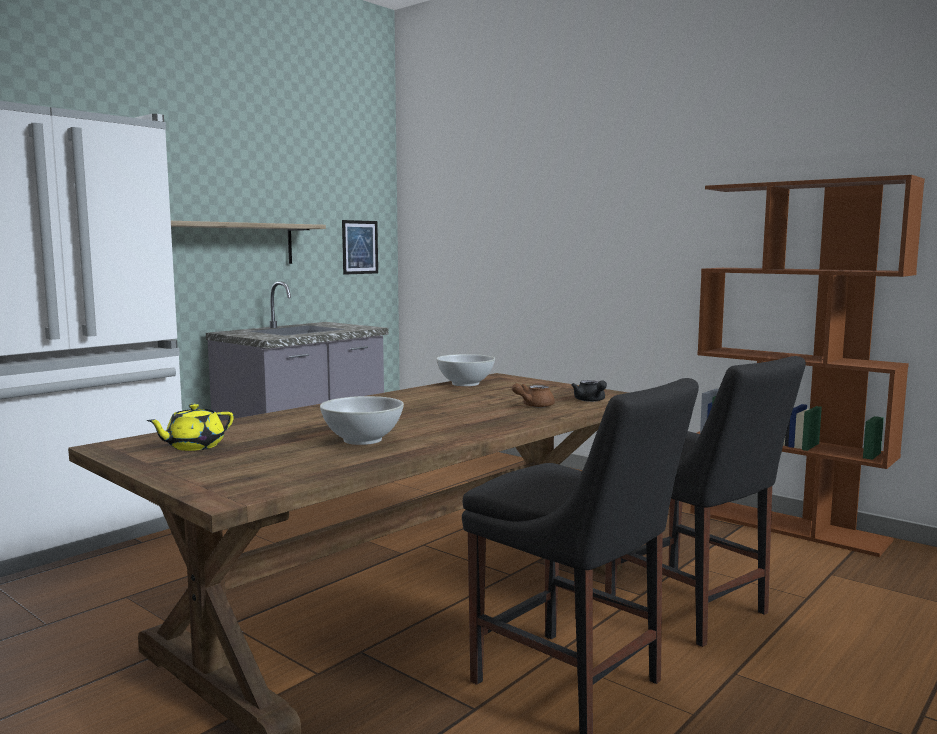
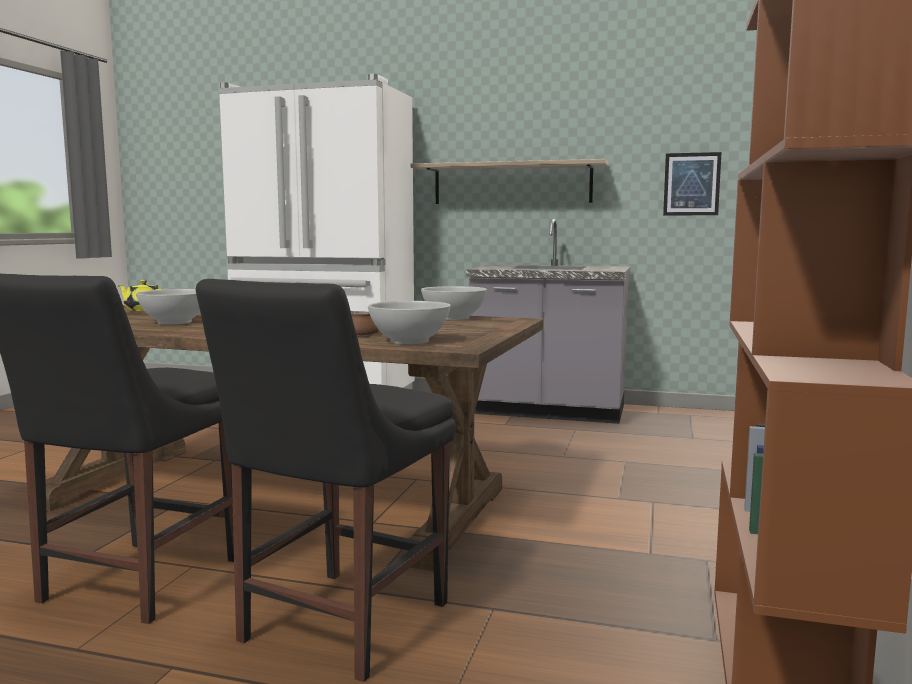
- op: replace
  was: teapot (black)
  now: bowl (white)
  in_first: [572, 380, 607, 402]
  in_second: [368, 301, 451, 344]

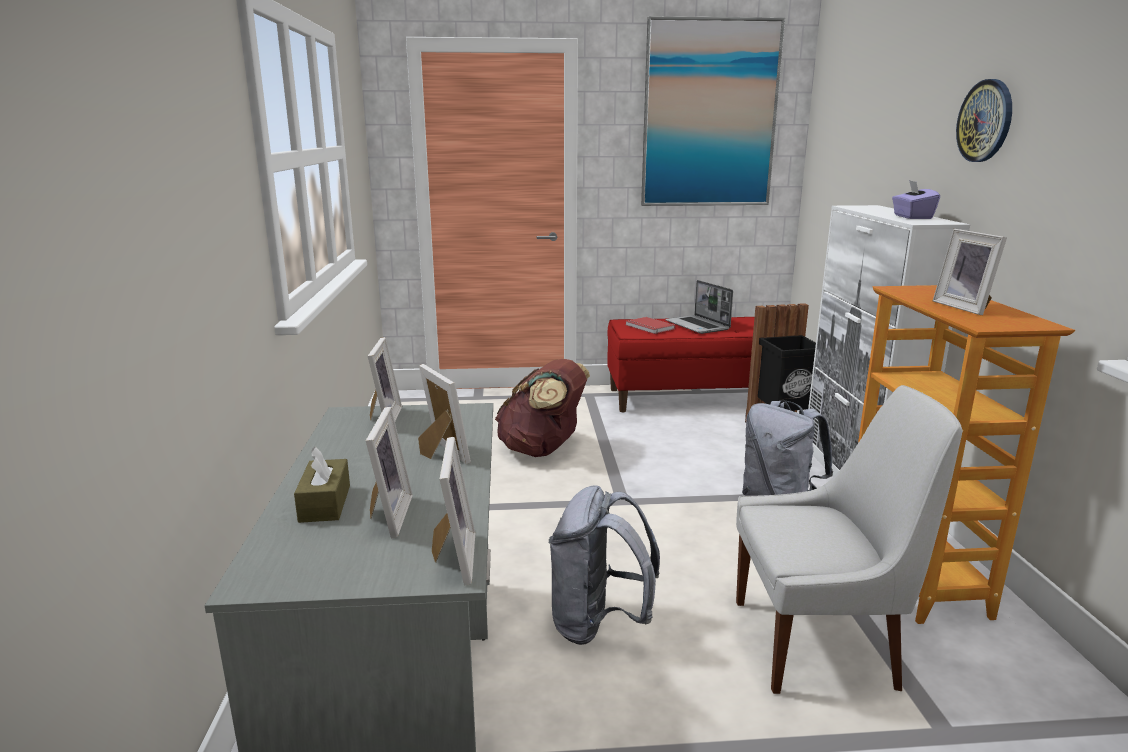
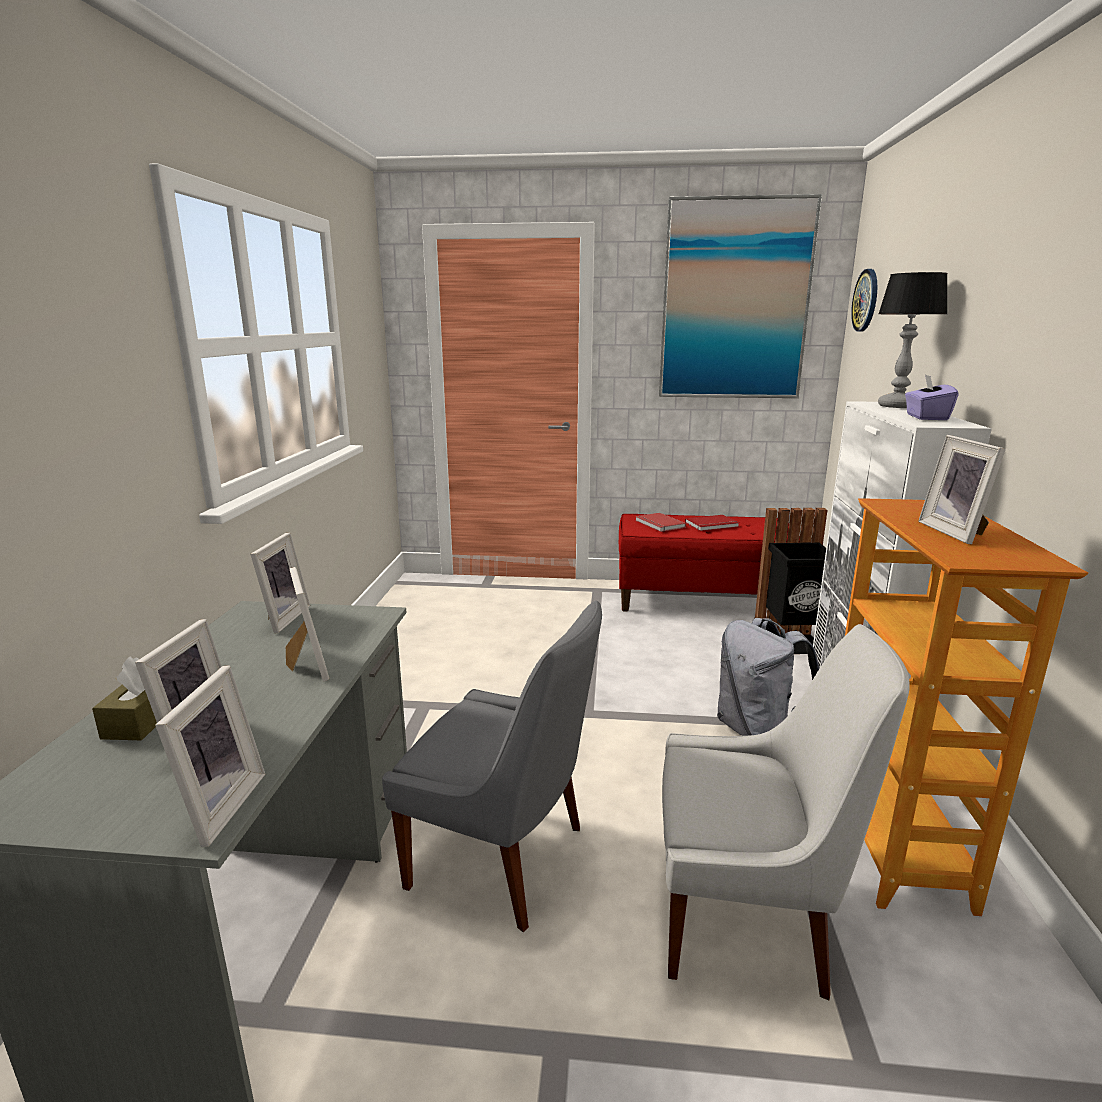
- op: replace
  was: backpack (grey)
  now: chair (grey)
  in_first: [549, 485, 660, 645]
  in_second: [382, 600, 602, 932]
- op: replace
  was: laptop
  now: book (red)
  in_first: [665, 280, 733, 334]
  in_second: [685, 515, 739, 531]
- op: move
  was: wall clock
  in_first: [956, 79, 1012, 162]
  in_second: [851, 269, 877, 331]
- op: insert
  now: table lamp
  in_second: [878, 272, 948, 408]
- op: delete
  was: backpack (brown)
  in_first: [495, 359, 590, 457]

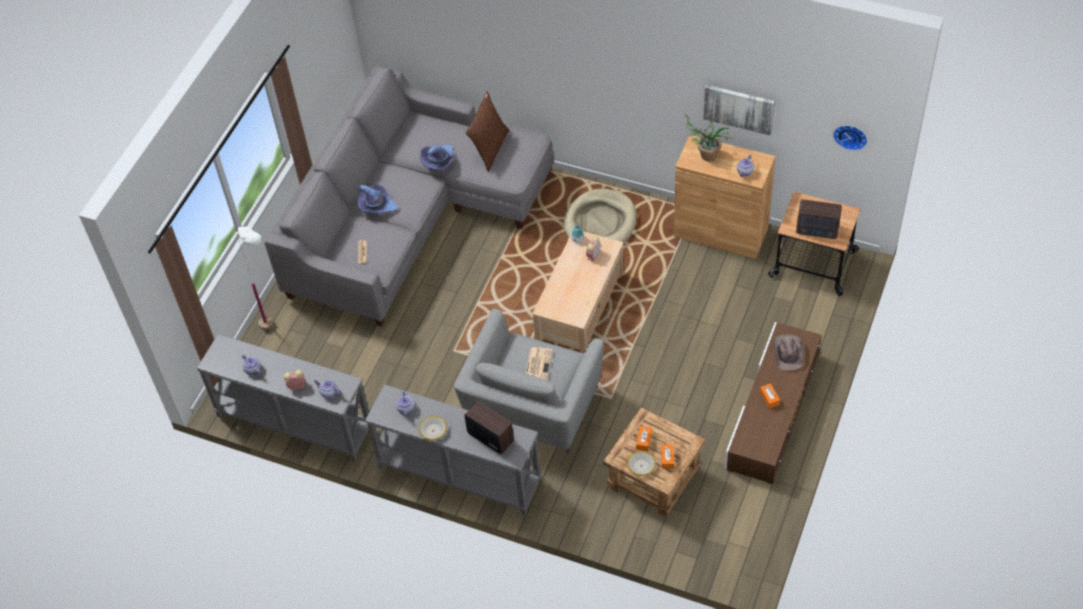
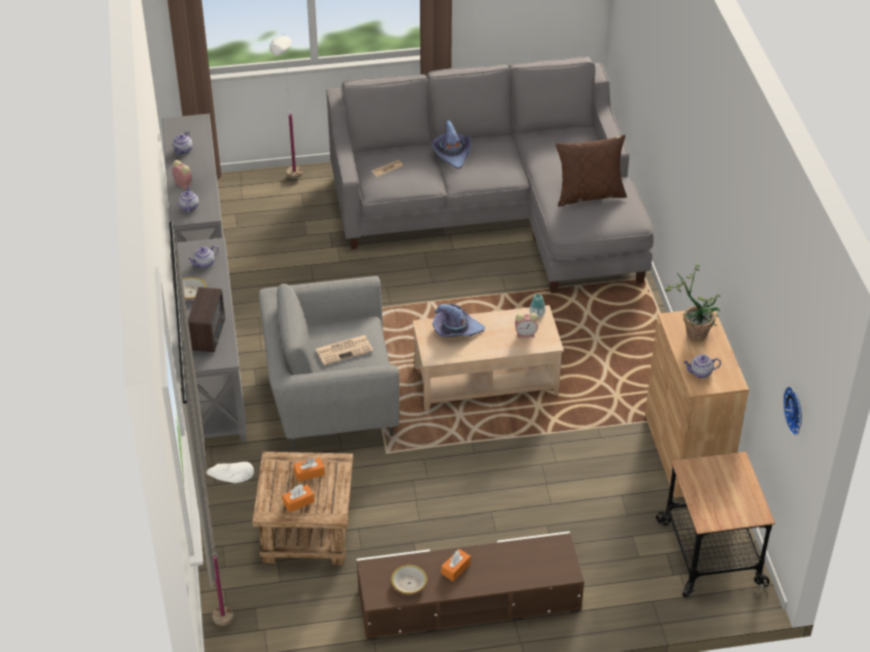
- op: insert
  now: floor lamp (white)
  in_second: [204, 462, 254, 626]
- op: move
  was: bowl
  in_first: [627, 451, 656, 476]
  in_second: [391, 565, 427, 594]
- op: move
  was: hat (purple)
  in_first: [420, 144, 454, 170]
  in_second: [433, 304, 485, 337]
- op: delete
  was: dog bed (beige)
  in_first: [564, 189, 637, 242]
- op: delete
  was: picture
  in_first: [703, 85, 775, 136]
- op: delete
  was: hat (brown)
  in_first: [773, 334, 803, 371]
- op: delete
  was: radio
  in_first: [796, 200, 842, 239]

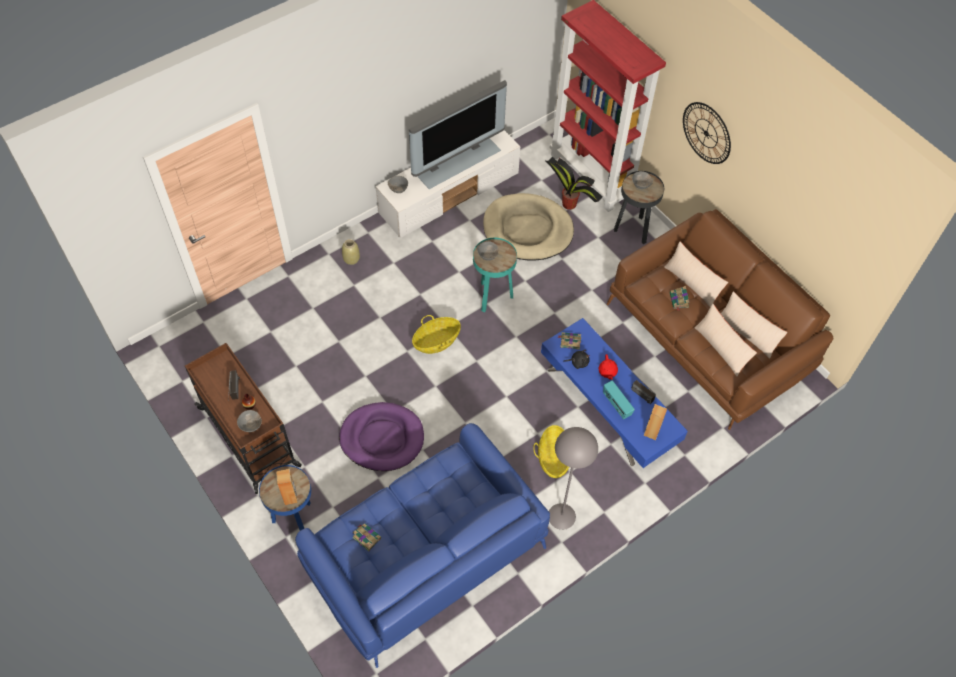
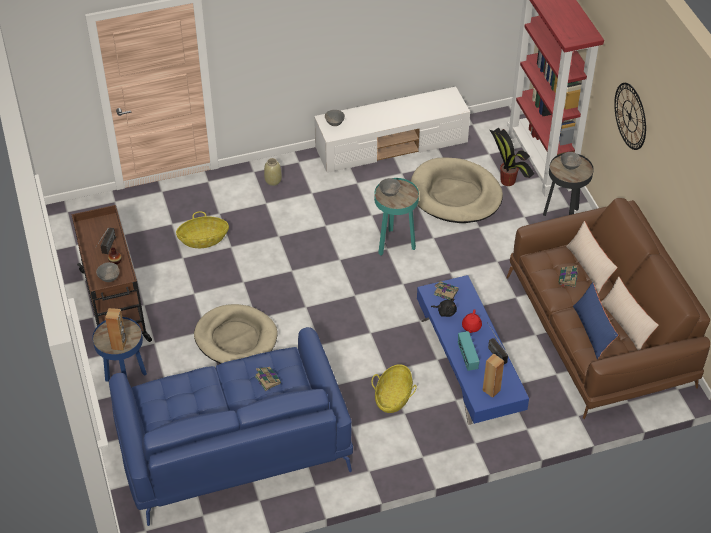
- op: move
  was: basket
  in_first: [412, 315, 461, 354]
  in_second: [176, 211, 229, 248]
- op: recolor
  was: dog bed (purple)
  now: dog bed (beige)
  in_first: [339, 402, 424, 471]
  in_second: [194, 304, 277, 364]
- op: move
  was: book
  in_first: [353, 523, 381, 552]
  in_second: [255, 367, 281, 391]
- op: recolor
  was: pillow (beige)
  now: pillow (blue)
  in_first: [694, 304, 757, 376]
  in_second: [573, 282, 618, 359]
- op: delete
  was: television
  in_first: [409, 80, 507, 189]
- op: delete
  was: floor lamp (grey)
  in_first: [549, 427, 598, 530]

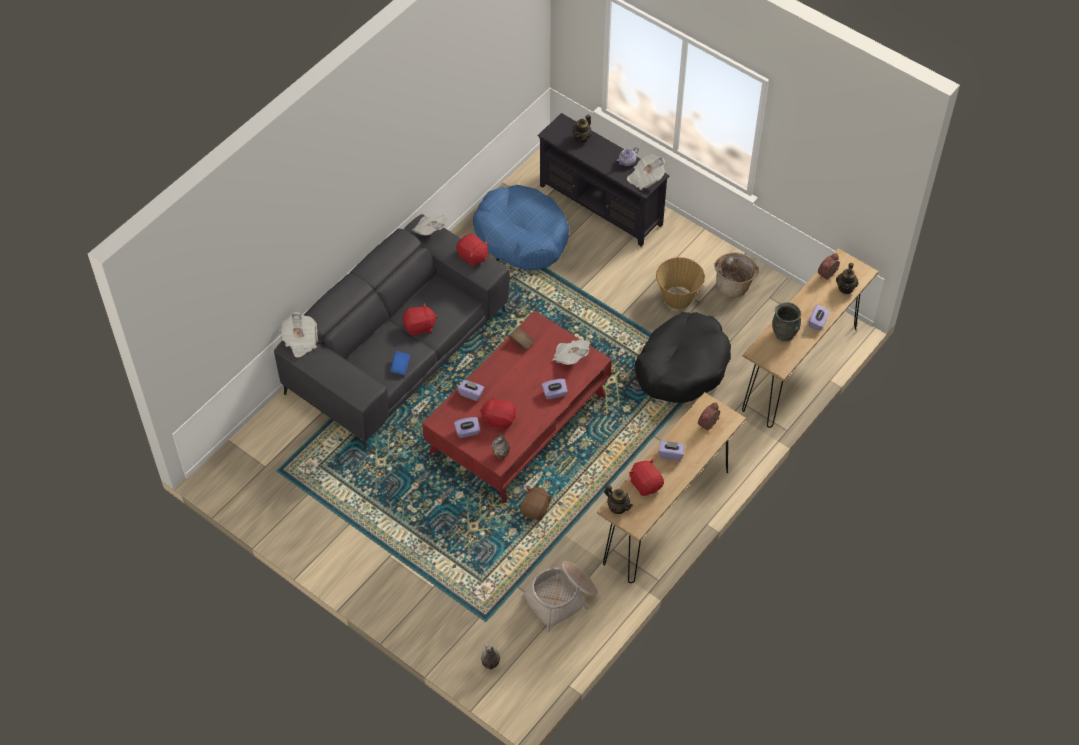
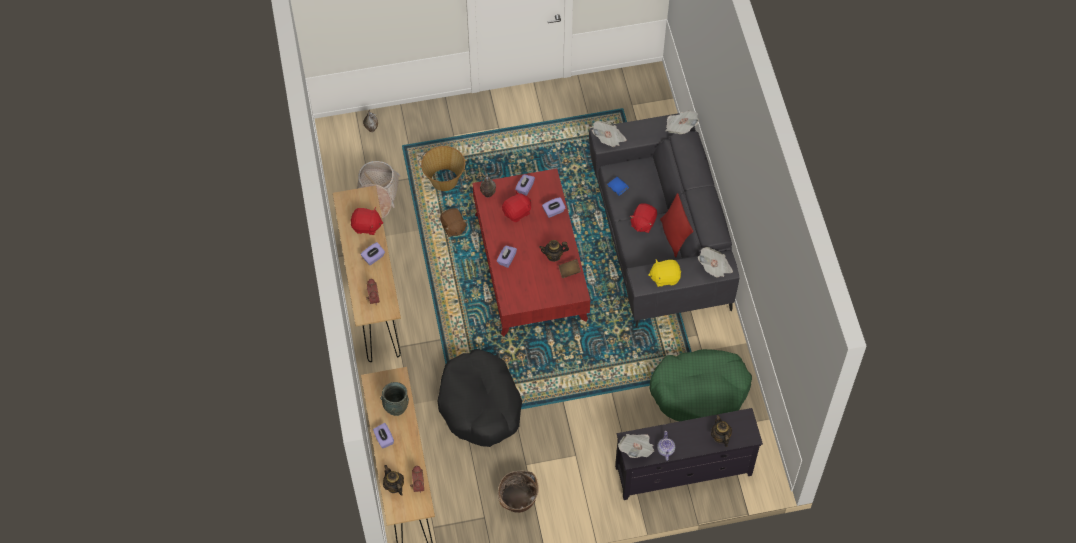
- op: move
  was: basket
  in_first: [656, 257, 705, 309]
  in_second: [421, 146, 465, 191]
- op: move
  was: teapot
  in_first: [604, 485, 633, 514]
  in_second: [539, 240, 569, 262]
- op: move
  was: newspaper
  in_first: [553, 339, 590, 365]
  in_second: [592, 121, 626, 147]
- op: recolor
  was: plush toy (red)
  now: plush toy (yellow)
  in_first: [456, 234, 488, 267]
  in_second: [648, 259, 681, 287]
- op: recolor
  was: dog bed (blue)
  now: dog bed (green)
  in_first: [473, 185, 569, 270]
  in_second: [650, 349, 752, 421]
- op: insert
  now: pillow (red)
  in_second: [660, 193, 693, 257]

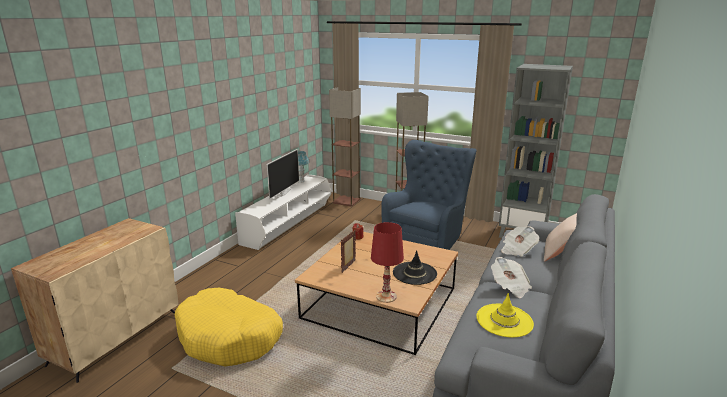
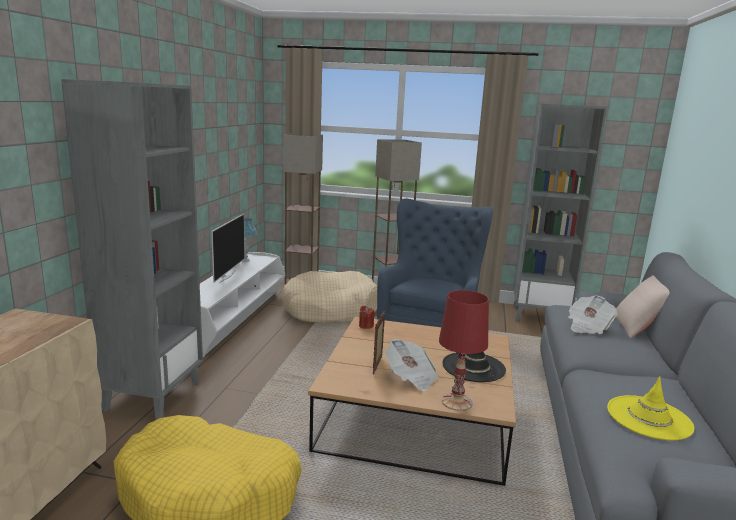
- op: insert
  now: bookcase (grey)
  in_second: [61, 79, 203, 420]
- op: insert
  now: dog bed (beige)
  in_second: [282, 271, 377, 324]
- op: move
  was: newspaper
  in_first: [491, 257, 532, 298]
  in_second: [385, 339, 439, 392]

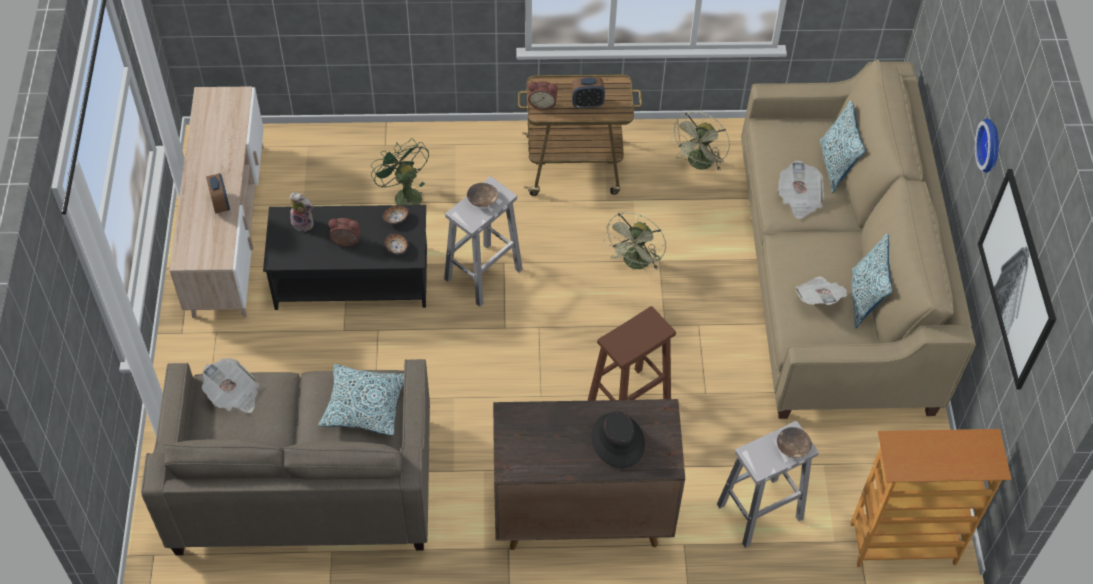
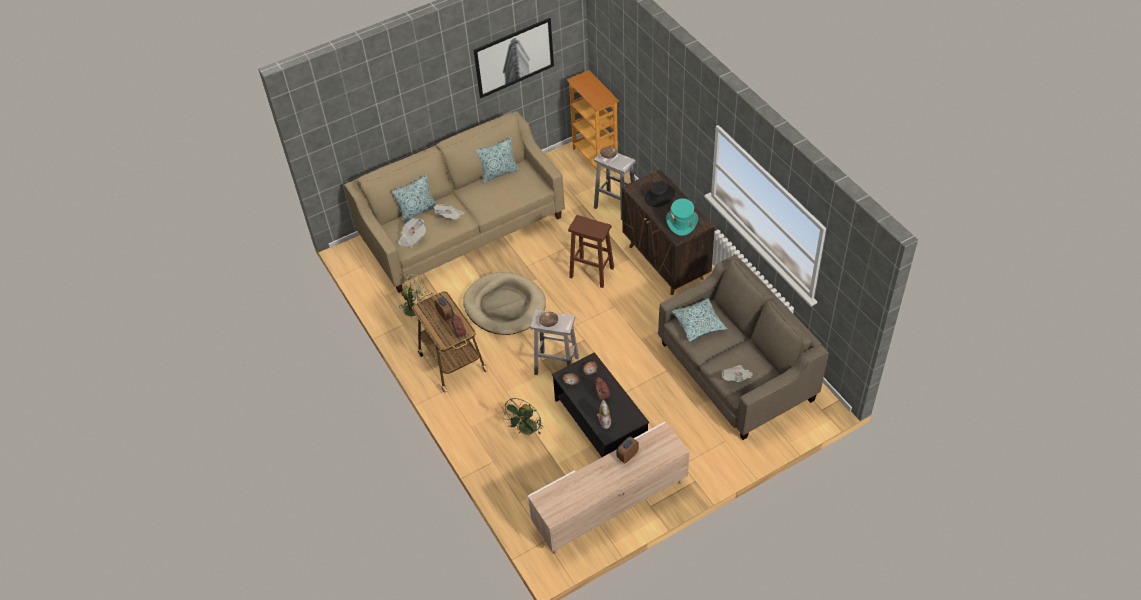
- op: move
  was: newspaper
  in_first: [795, 276, 847, 305]
  in_second: [398, 218, 426, 248]
- op: replace
  was: fan (green)
  now: dog bed (beige)
  in_first: [604, 212, 666, 270]
  in_second: [463, 272, 546, 335]
- op: insert
  now: hat (turquoise)
  in_second: [666, 198, 698, 236]
- op: delete
  was: wall clock
  in_first: [975, 119, 999, 173]

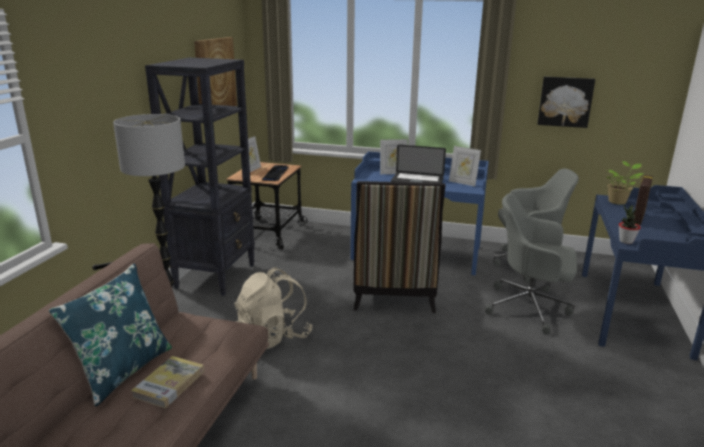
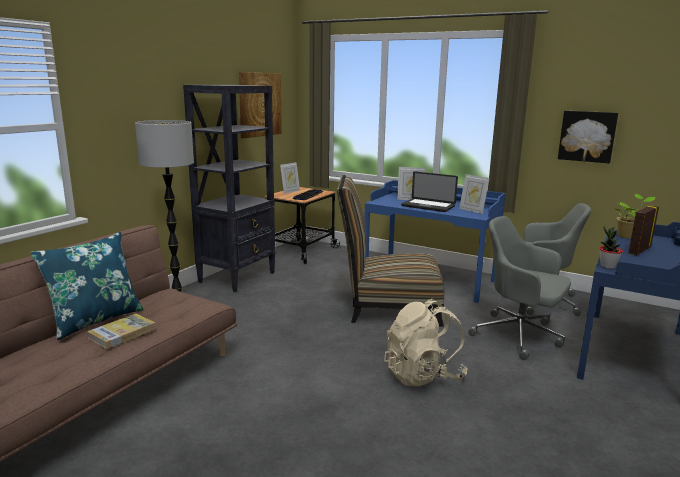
- op: rotate
  was: chair
  in_first: [354, 181, 446, 313]
  in_second: [337, 175, 444, 327]
  clockwise: 75
- op: move
  was: backpack (beige)
  in_first: [234, 267, 312, 349]
  in_second: [384, 299, 467, 386]

